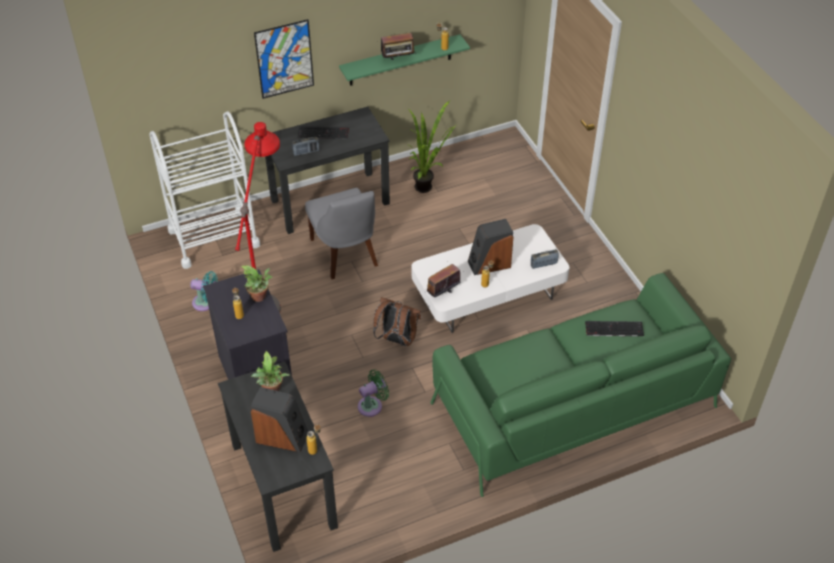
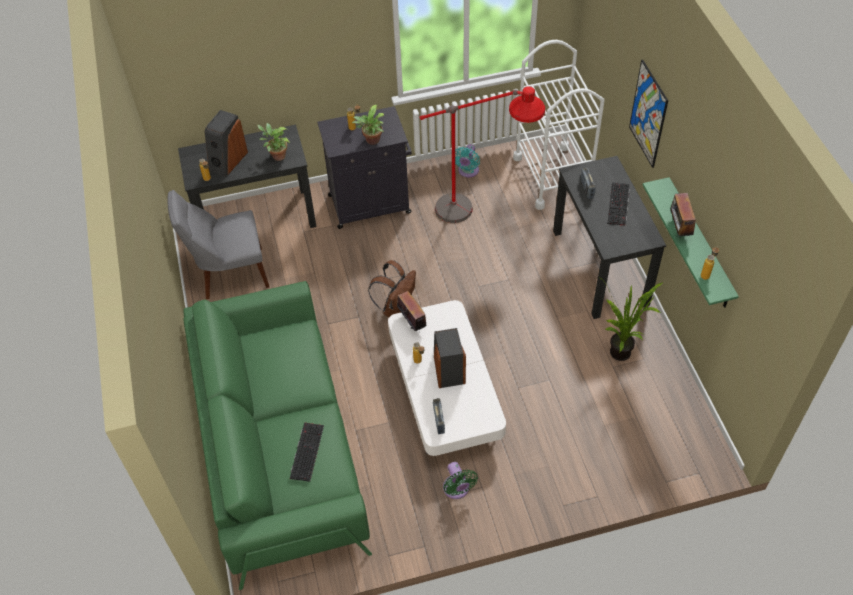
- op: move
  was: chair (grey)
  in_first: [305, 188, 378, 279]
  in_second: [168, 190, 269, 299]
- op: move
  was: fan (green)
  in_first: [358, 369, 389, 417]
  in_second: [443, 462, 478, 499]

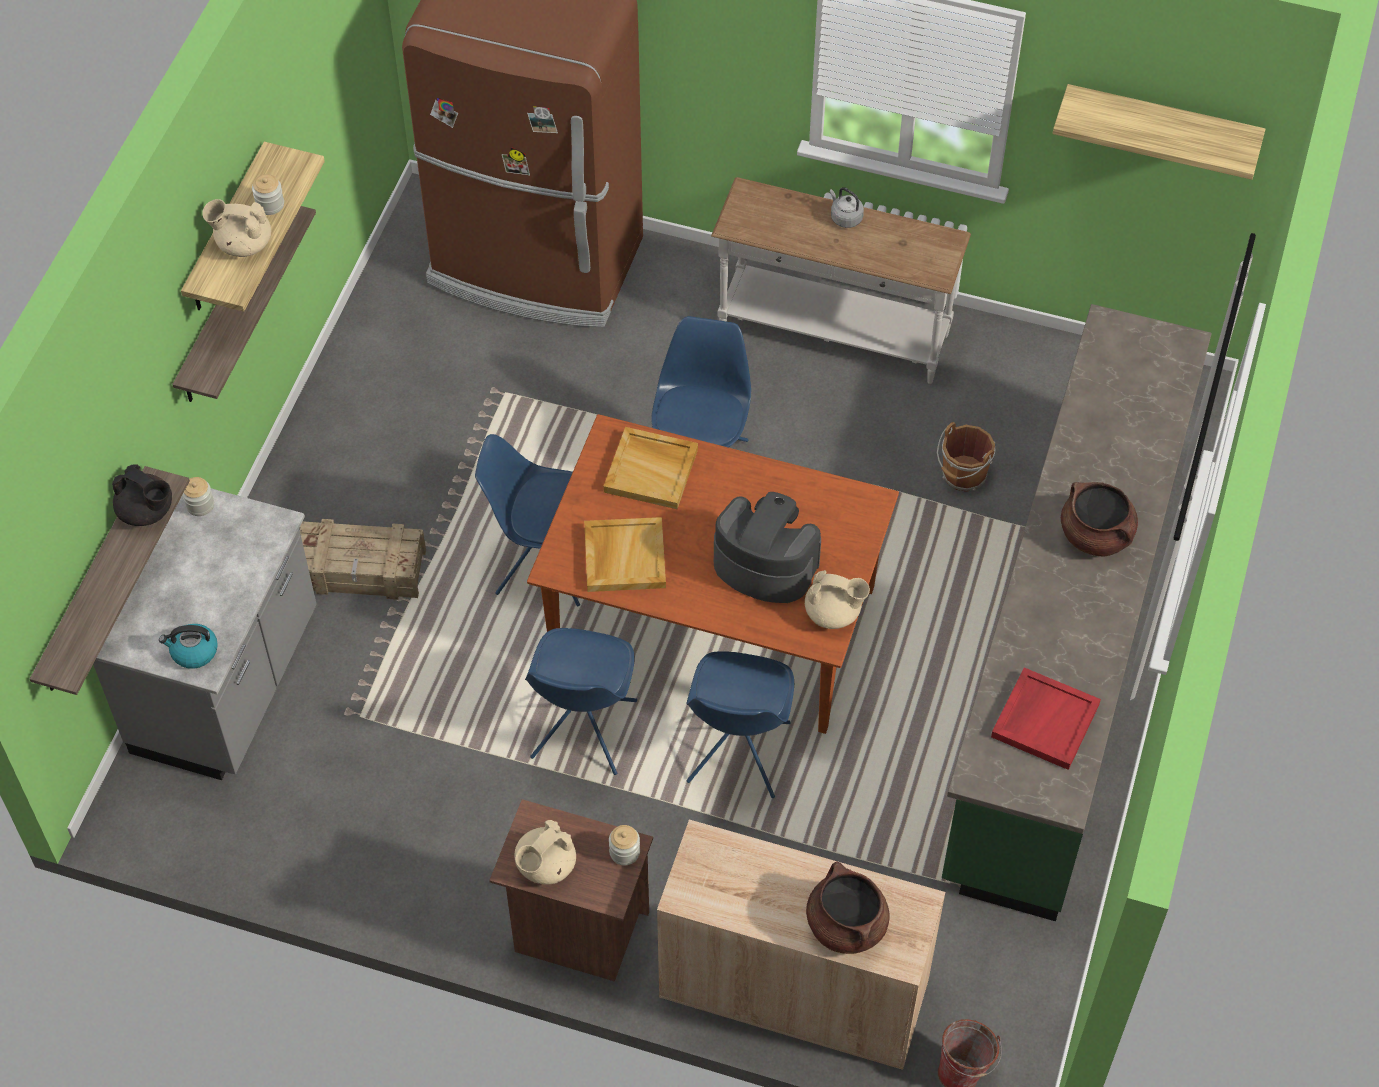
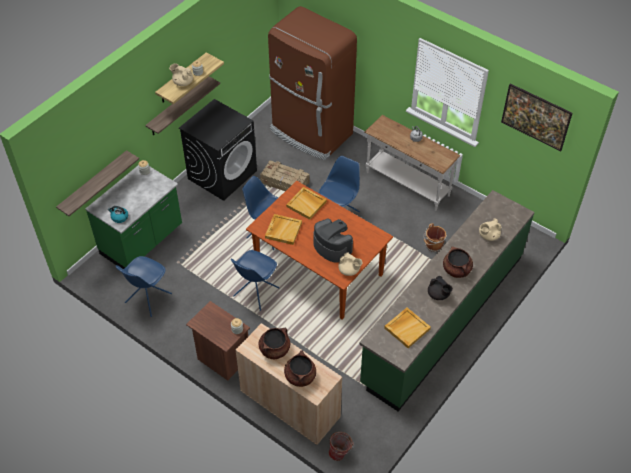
- op: recolor
  was: counter (grey)
  now: counter (green)
  in_first: [93, 488, 317, 780]
  in_second: [85, 166, 182, 269]
- op: move
  was: chair (blue)
  in_first: [686, 651, 794, 798]
  in_second: [116, 256, 172, 317]
- op: insert
  now: washing machine (black)
  in_second: [179, 99, 257, 201]
- op: insert
  now: cooking pot (brown)
  in_second: [259, 328, 290, 359]
- op: move
  was: crate
  in_first: [300, 519, 426, 600]
  in_second: [260, 160, 310, 191]
- op: recolor
  was: tray (red)
  now: tray (beige)
  in_first: [991, 668, 1101, 770]
  in_second: [384, 308, 431, 348]
- op: move
  was: teapot (black)
  in_first: [112, 464, 172, 526]
  in_second: [428, 276, 453, 300]
- op: move
  was: teapot (beige)
  in_first: [514, 820, 576, 885]
  in_second: [479, 218, 501, 241]
- op: replace
  was: shelf
  now: picture
  in_first: [1053, 84, 1265, 180]
  in_second: [501, 83, 572, 151]

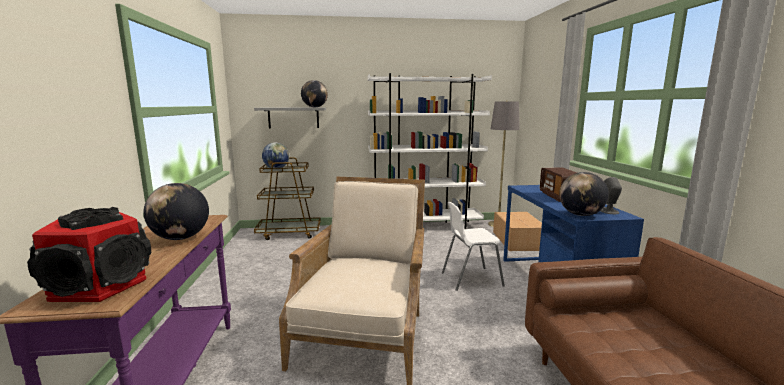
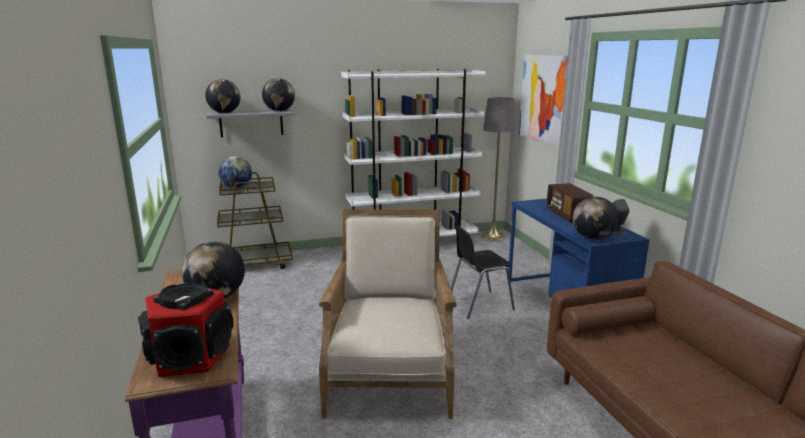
- op: insert
  now: globe
  in_second: [205, 79, 240, 113]
- op: recolor
  was: chair (white)
  now: chair (black)
  in_first: [442, 202, 505, 291]
  in_second: [451, 225, 515, 319]
- op: insert
  now: picture
  in_second: [519, 55, 568, 147]
- op: delete
  was: cardboard box
  in_first: [493, 212, 542, 251]

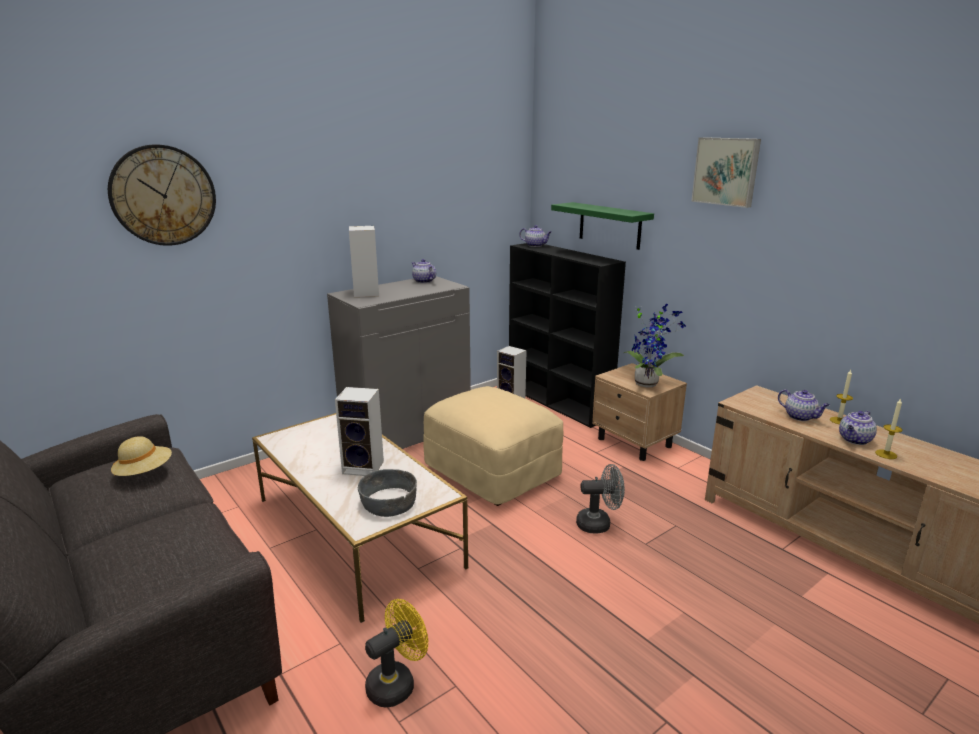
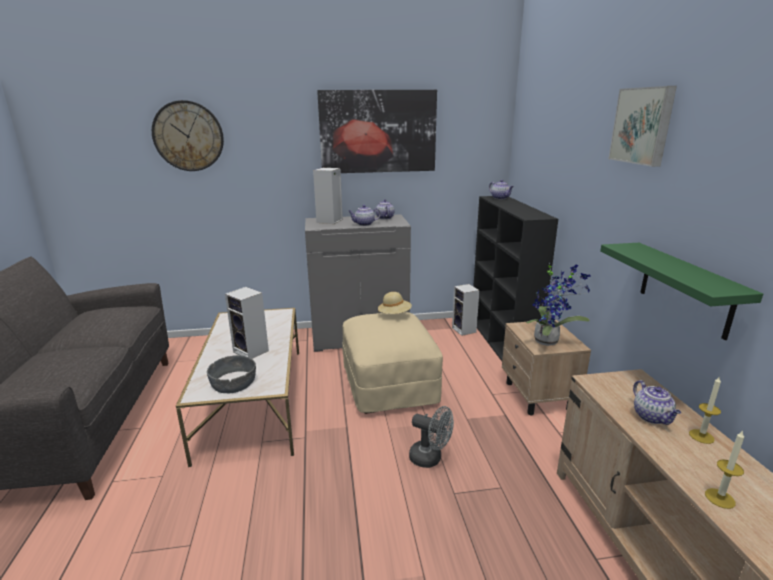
- op: insert
  now: picture
  in_second: [317, 90, 437, 173]
- op: move
  was: teapot
  in_first: [839, 411, 877, 445]
  in_second: [348, 205, 381, 226]
- op: move
  was: hat (beige)
  in_first: [111, 436, 172, 476]
  in_second: [378, 292, 412, 314]
- op: move
  was: shelf (green)
  in_first: [551, 202, 654, 250]
  in_second: [600, 243, 763, 340]
- op: delete
  was: fan (yellow)
  in_first: [365, 599, 428, 707]

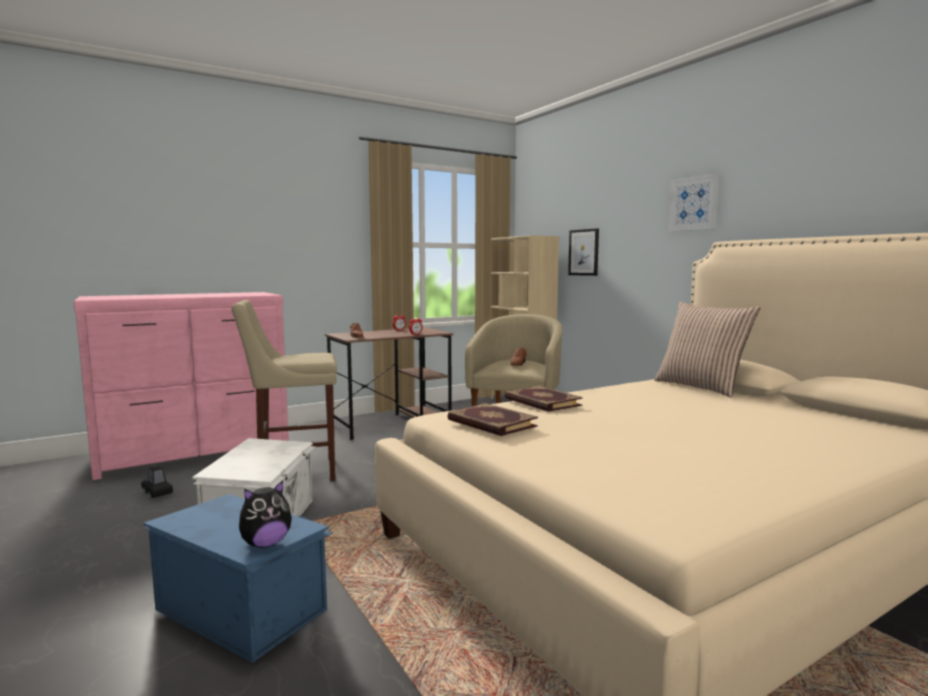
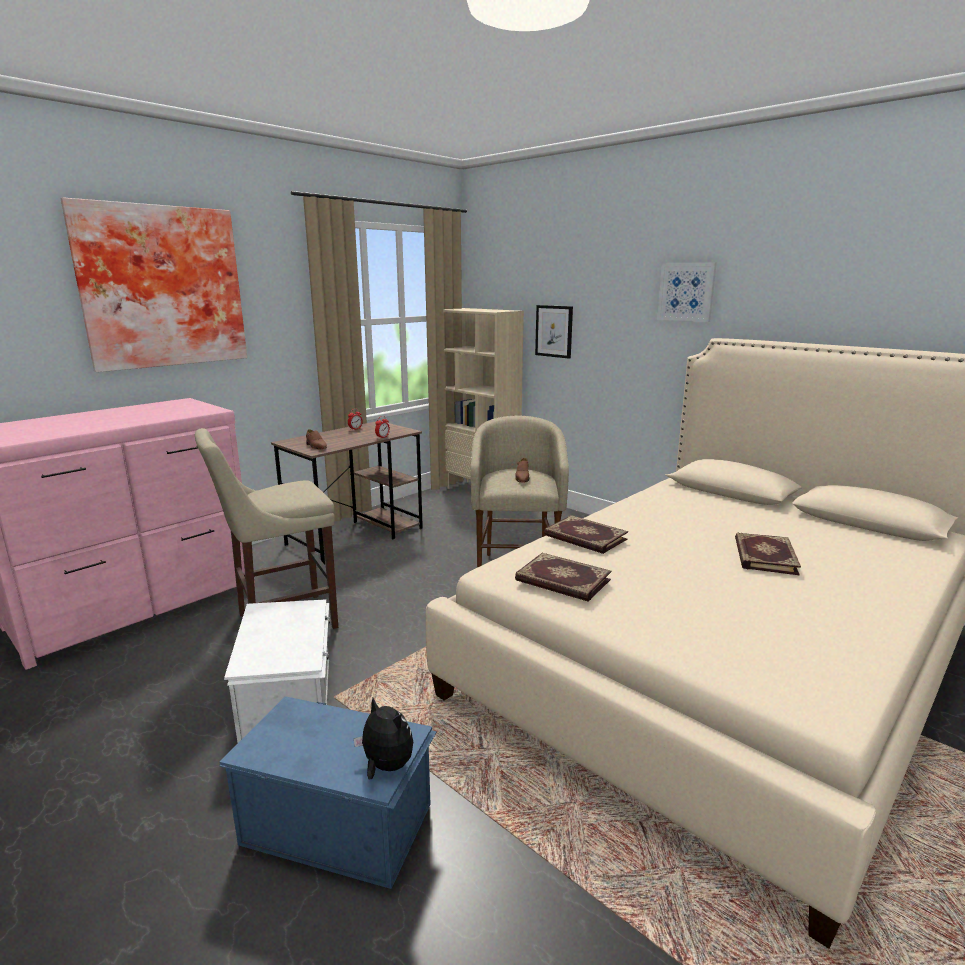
- op: insert
  now: picture
  in_second: [61, 197, 247, 372]
- op: rotate
  was: plush toy
  in_first: [239, 480, 292, 548]
  in_second: [353, 698, 413, 779]
  clockwise: -90
- op: insert
  now: book
  in_second: [735, 533, 801, 575]
- op: delete
  was: toy car (black)
  in_first: [141, 466, 173, 498]
- op: delete
  was: pillow
  in_first: [654, 302, 760, 398]

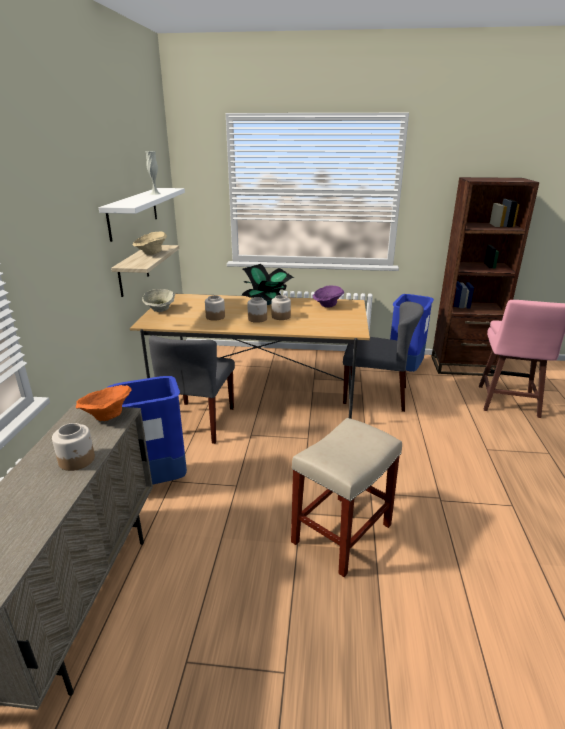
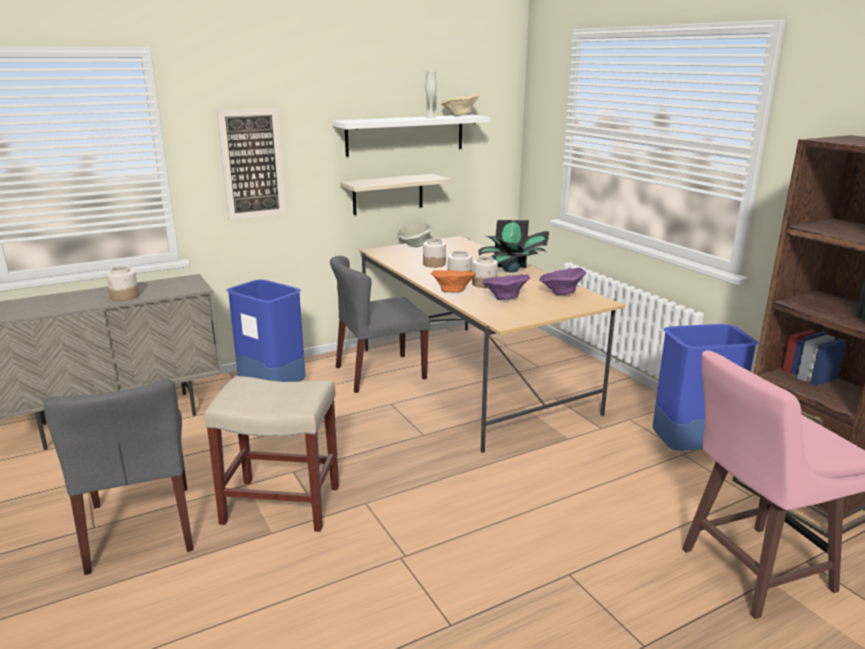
- op: move
  was: chair (grey)
  in_first: [343, 301, 424, 412]
  in_second: [44, 380, 193, 575]
- op: insert
  now: picture
  in_second: [217, 108, 286, 220]
- op: move
  was: bowl (orange)
  in_first: [76, 385, 132, 421]
  in_second: [431, 270, 476, 293]
- op: move
  was: bowl (beige)
  in_first: [132, 231, 167, 255]
  in_second: [441, 94, 479, 117]
- op: insert
  now: bowl (purple)
  in_second: [482, 274, 530, 300]

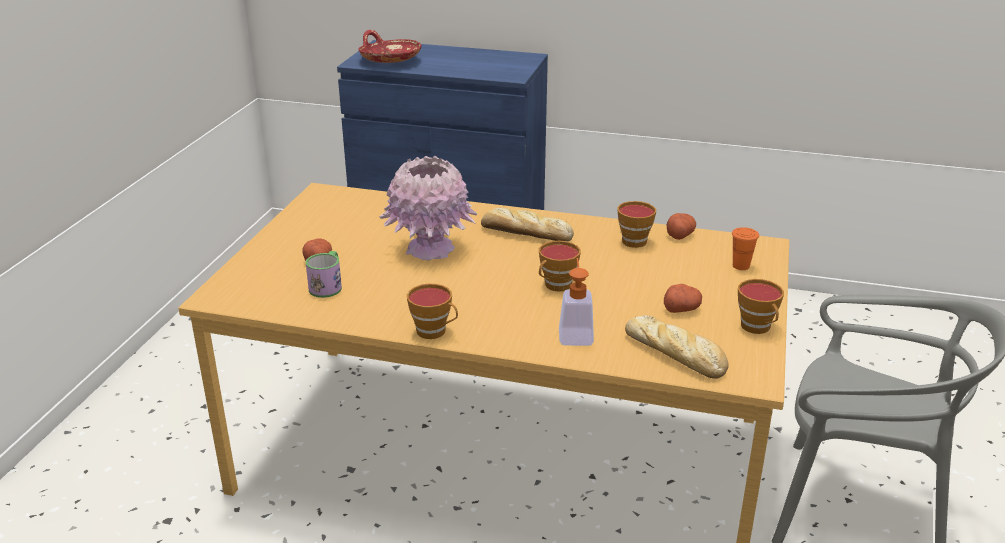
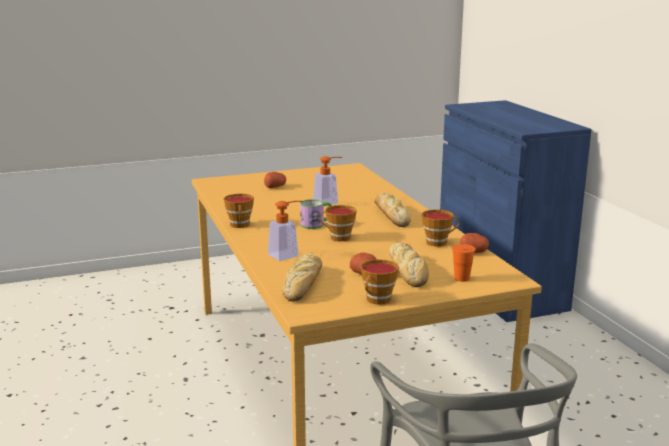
- op: move
  was: mug
  in_first: [306, 251, 342, 298]
  in_second: [300, 199, 332, 229]
- op: replace
  was: vase (pink)
  now: soap dispenser
  in_first: [379, 156, 477, 261]
  in_second: [313, 156, 343, 205]
- op: insert
  now: bread
  in_second: [389, 243, 429, 287]
- op: delete
  was: bowl (red)
  in_first: [359, 30, 421, 63]

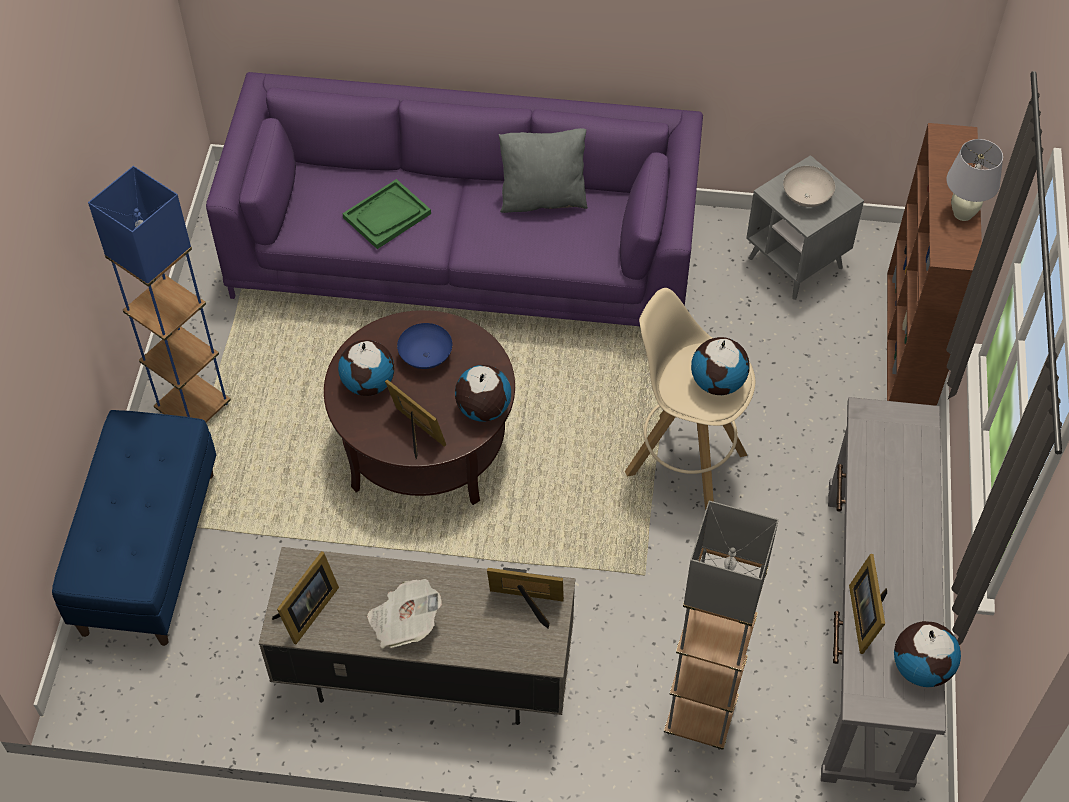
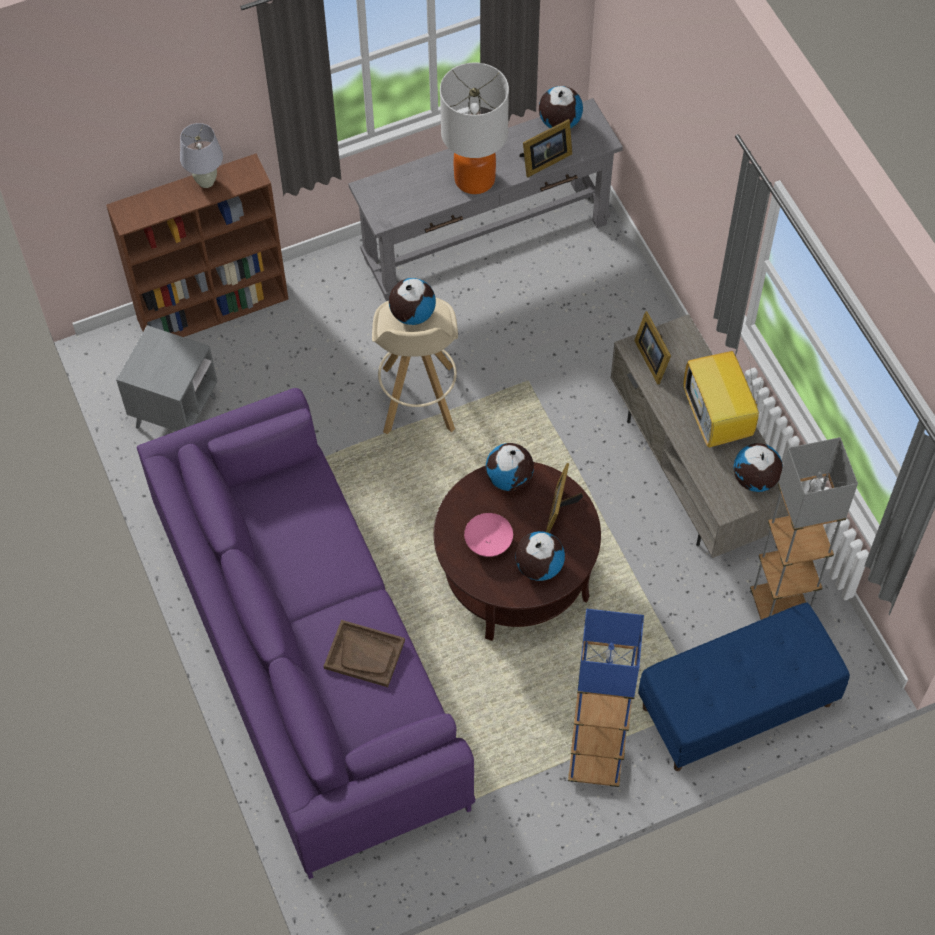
- op: recolor
  was: tray (green)
  now: tray (brown)
  in_first: [342, 179, 431, 249]
  in_second: [324, 620, 405, 687]
- op: insert
  now: table lamp
  in_second: [440, 63, 509, 194]
- op: recolor
  was: bowl (blue)
  now: bowl (pink)
  in_first: [397, 323, 452, 369]
  in_second: [464, 513, 513, 557]
- op: replace
  was: newspaper
  now: television
  in_first: [367, 579, 442, 648]
  in_second: [683, 351, 762, 448]
- op: replace
  was: picture frame
  now: globe
  in_first: [272, 551, 339, 644]
  in_second: [734, 443, 783, 492]
- op: move
  was: floor lamp (grey)
  in_first: [664, 501, 779, 750]
  in_second: [750, 437, 858, 620]
- op: delete
  was: pillow (grey)
  in_first: [499, 128, 588, 213]
- op: delete
  was: bowl (white)
  in_first: [783, 166, 835, 207]

